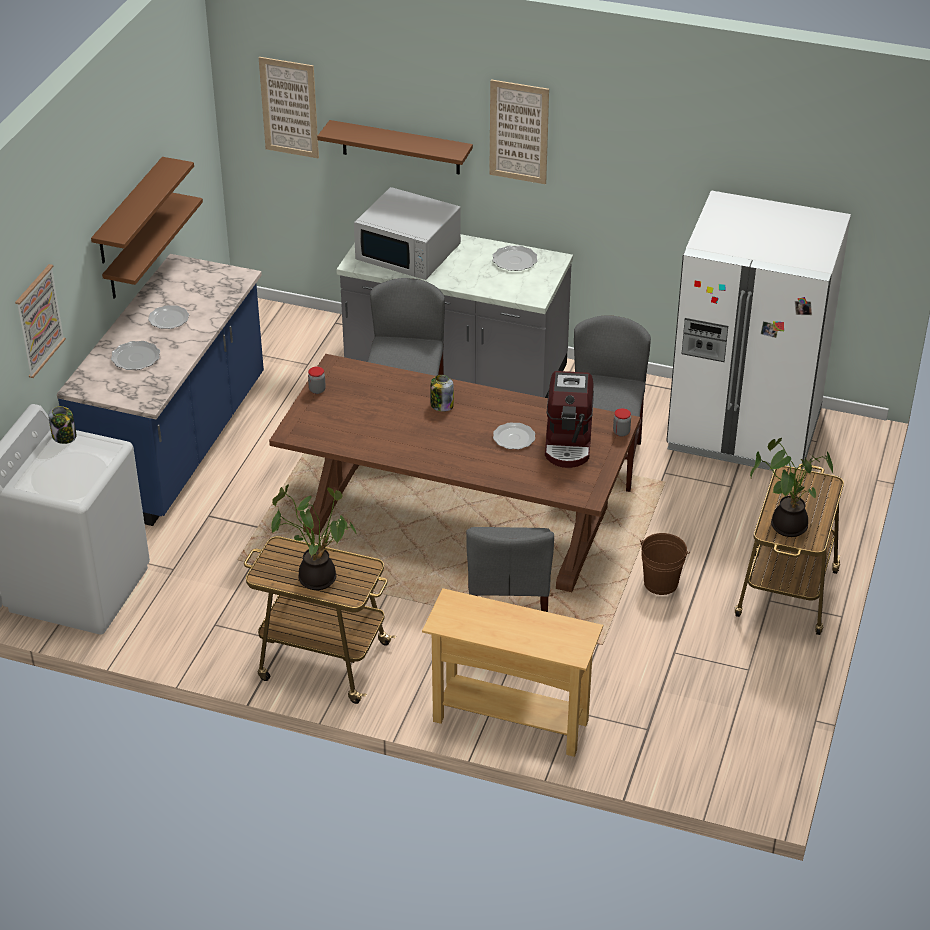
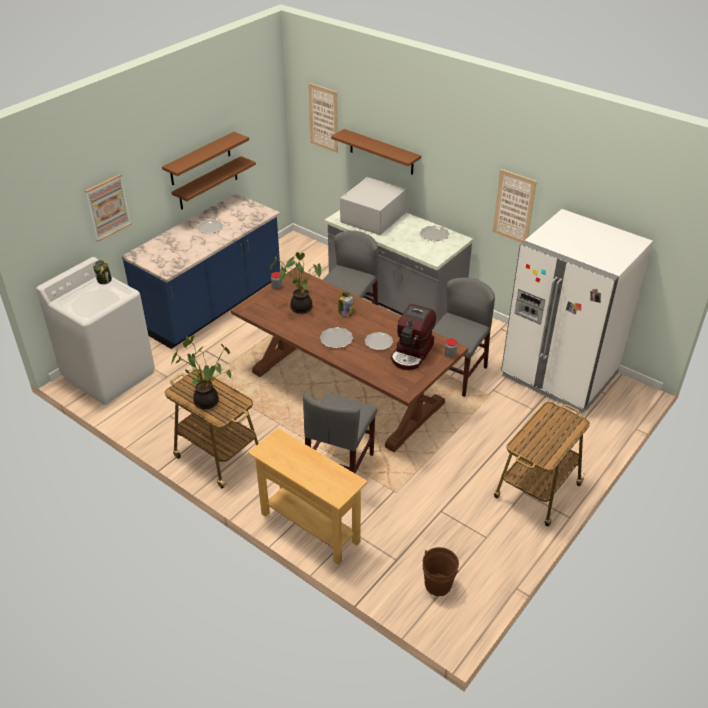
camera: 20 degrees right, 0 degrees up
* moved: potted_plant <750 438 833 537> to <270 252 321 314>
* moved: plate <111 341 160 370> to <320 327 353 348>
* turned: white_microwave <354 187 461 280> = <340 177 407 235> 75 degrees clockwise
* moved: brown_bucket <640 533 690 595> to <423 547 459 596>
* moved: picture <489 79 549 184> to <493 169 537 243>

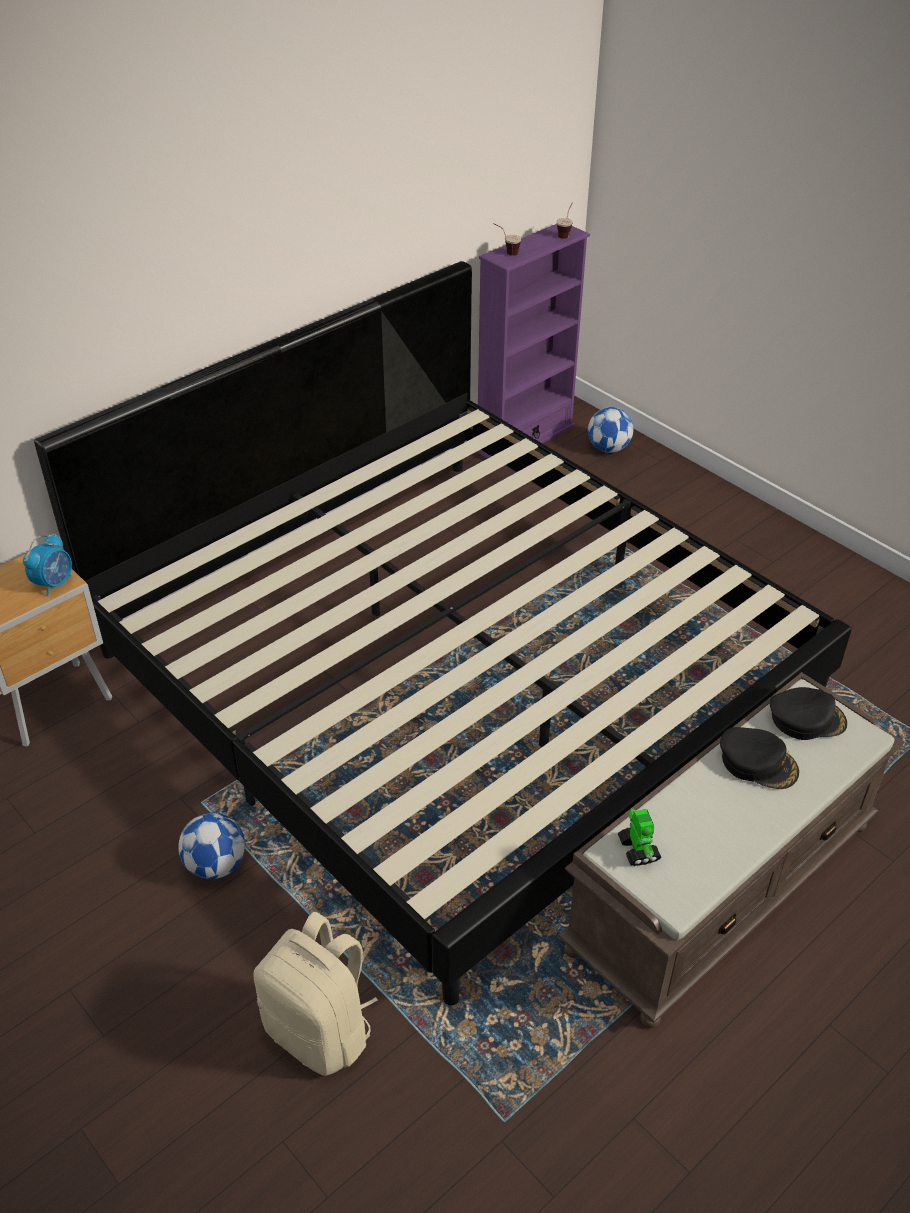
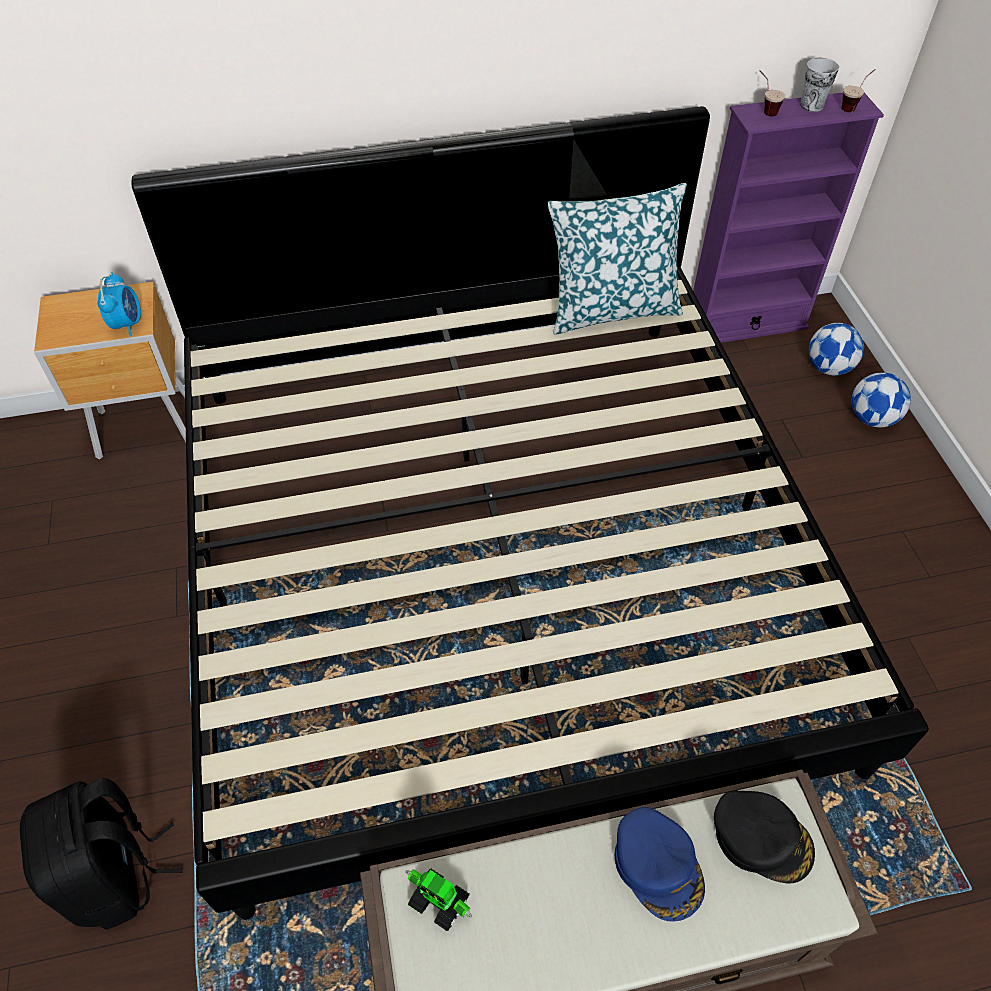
camera: 30 degrees right, 10 degrees up
* recoloured: beige_backpack <253 912 378 1076> to black_backpack <19 778 183 930>
* turned: alarm_clock <23 533 72 596> = <98 272 141 337> 60 degrees counterclockwise
* turned: toy_robot <618 808 661 866> = <405 869 472 931> 105 degrees clockwise
* added: pillow <548 183 687 334>
* recoloured: black_cap <720 727 799 789> to blue_cap <615 807 705 922>
* added: cup <800 58 839 112>
* moved: football <178 813 245 879> to <852 372 911 427>

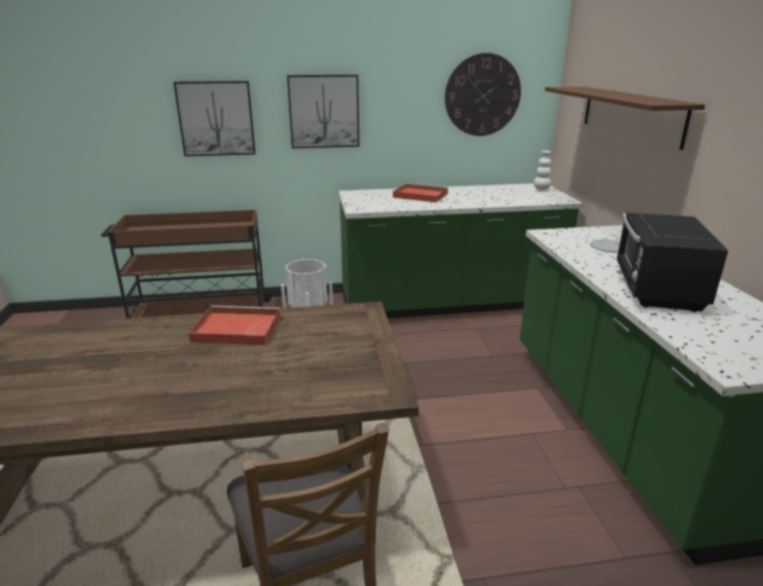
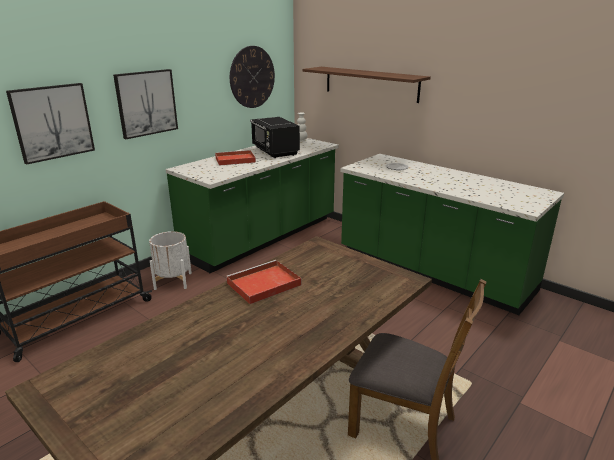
camera: 40 degrees left, 0 degrees up
* moved: black_microwave <616 213 728 312> to <250 117 300 158>

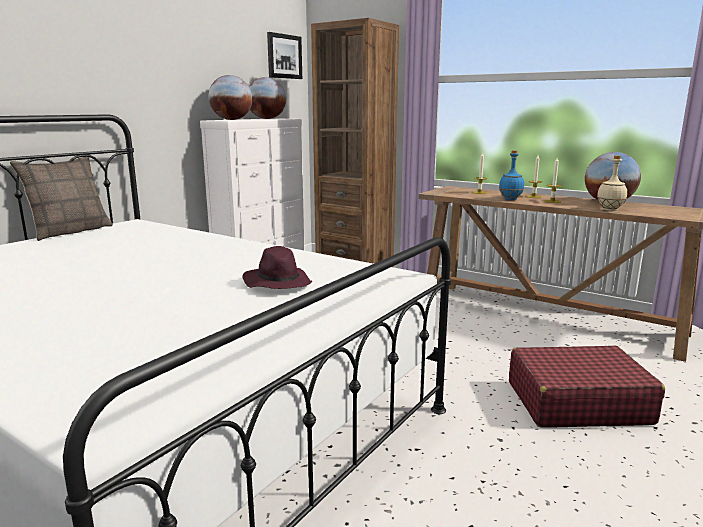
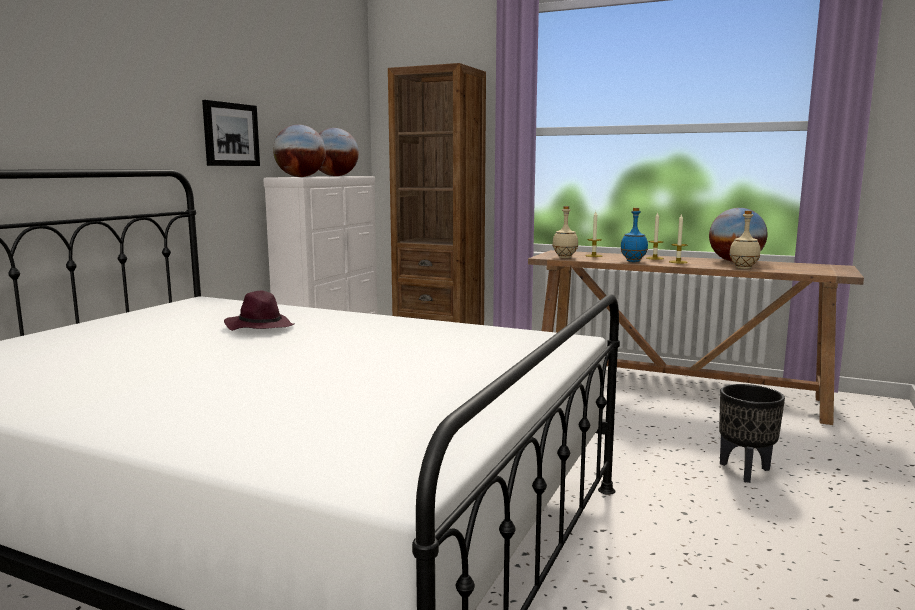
camera: 10 degrees left, 5 degrees down
* moved: picture <267 32 302 79> to <202 100 260 166>
* moved: purple_hat <242 246 312 289> to <224 291 295 331>
* added: beige_bottle <552 206 578 258>
* replaced: red_suitcase <509 346 665 427> to black_planter <719 384 785 483>
* removed: pillow <10 157 113 241>

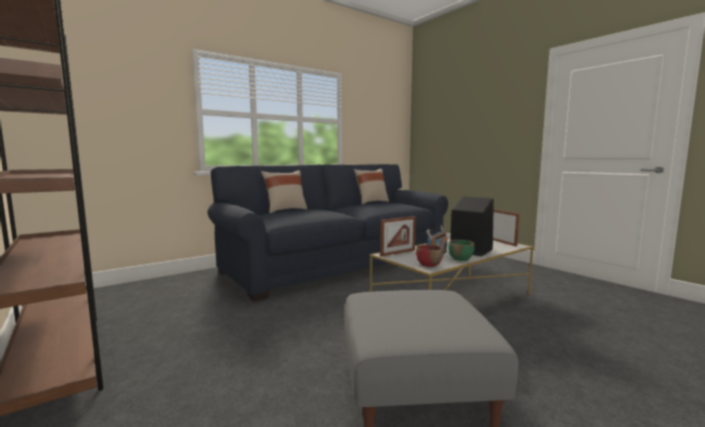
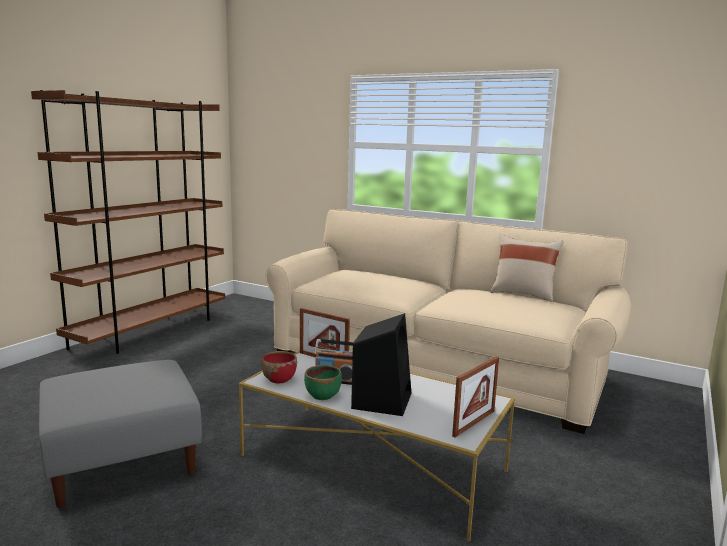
camera: 65 degrees right, 5 degrees up
* recoloured: blue_sofa <208 164 448 301> to beige_sofa <266 209 631 434>
* removed: beige_pillow <261 170 307 213>

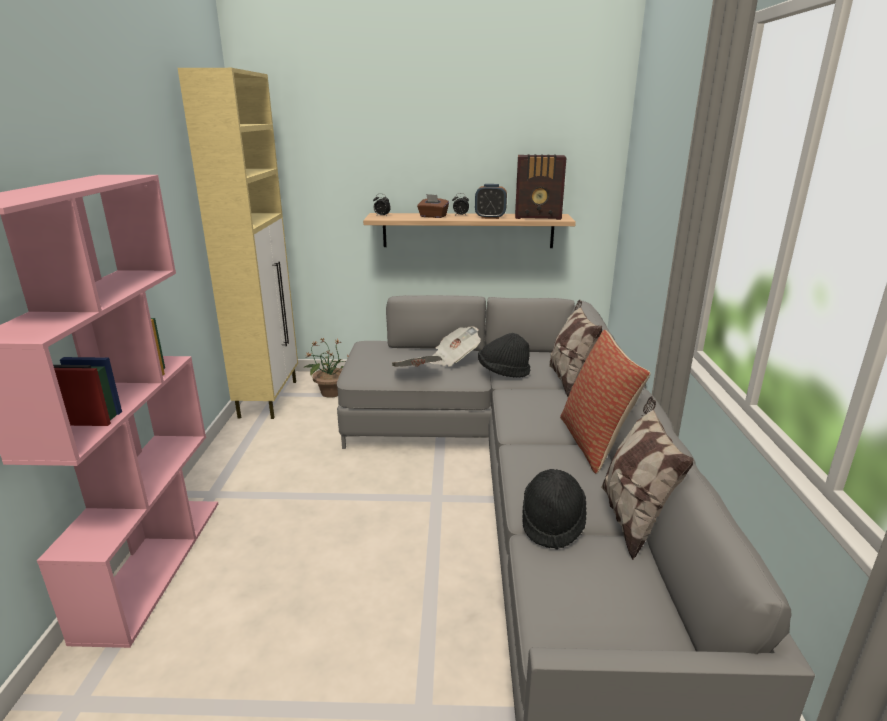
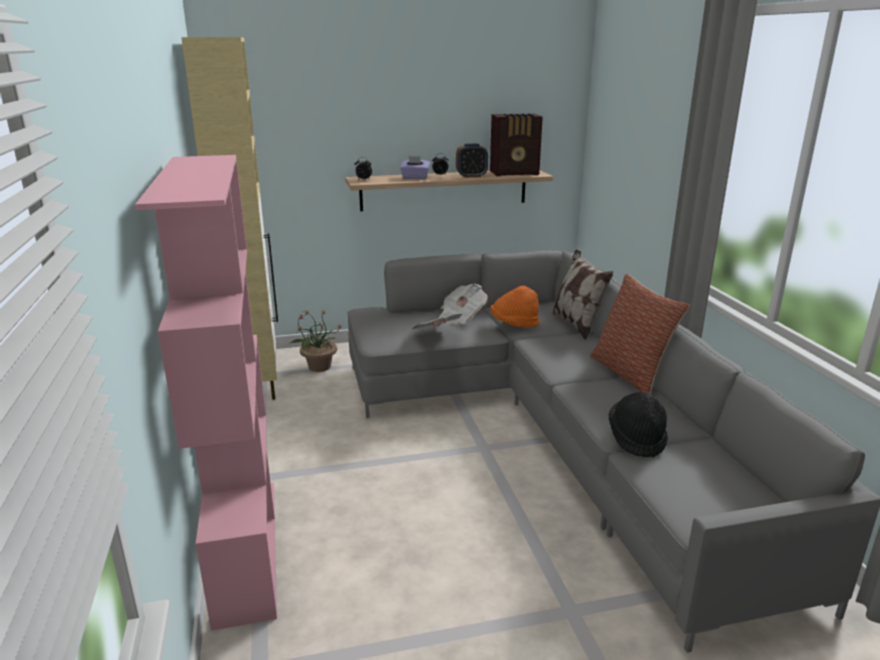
camera: 15 degrees left, 0 degrees up
* recoloured: brown_tissue_box <417 194 449 218> to purple_tissue_box <400 156 430 179>
* recoloured: black_hat <478 333 531 378> to orange_hat <490 286 540 327>
* removed: pillow <601 396 694 560>

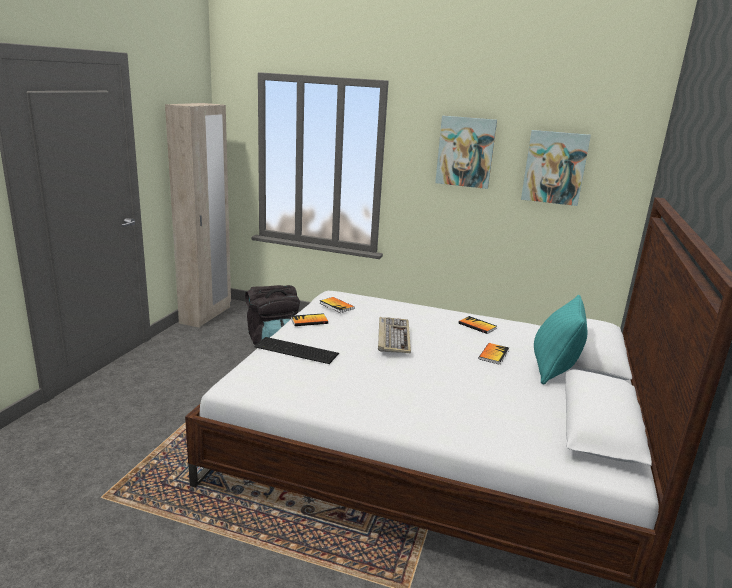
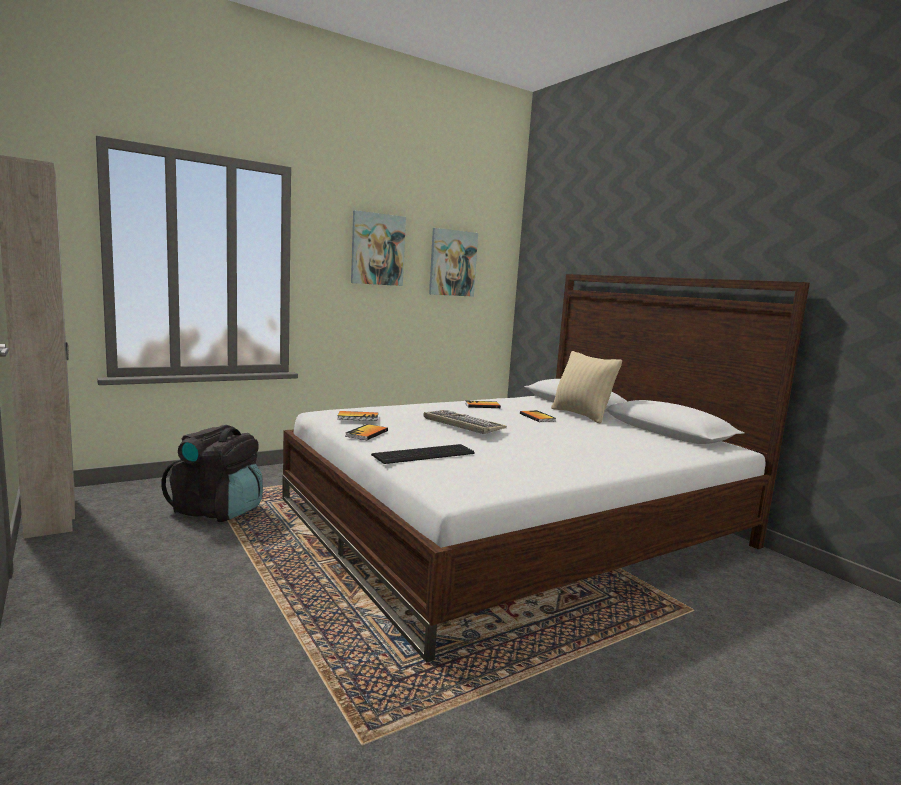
camera: 50 degrees left, 10 degrees down
* recoloured: turquoise_pillow <534 295 587 385> to beige_pillow <551 351 622 424>

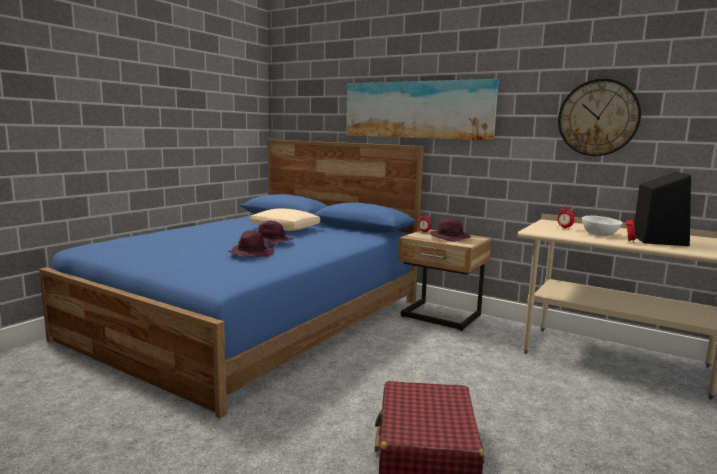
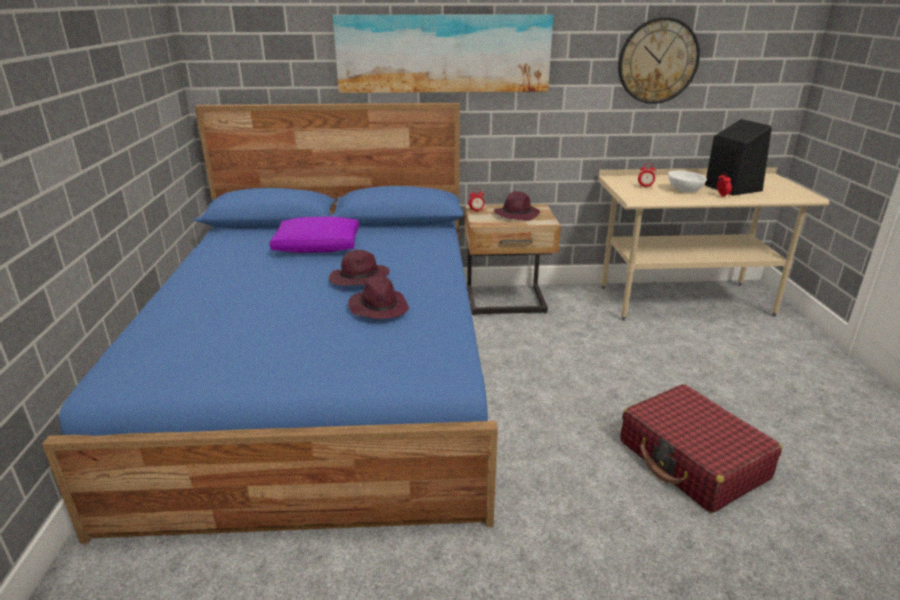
camera: 35 degrees left, 15 degrees up
* recoloured: beige_pillow <250 208 320 231> to purple_pillow <270 216 359 253>

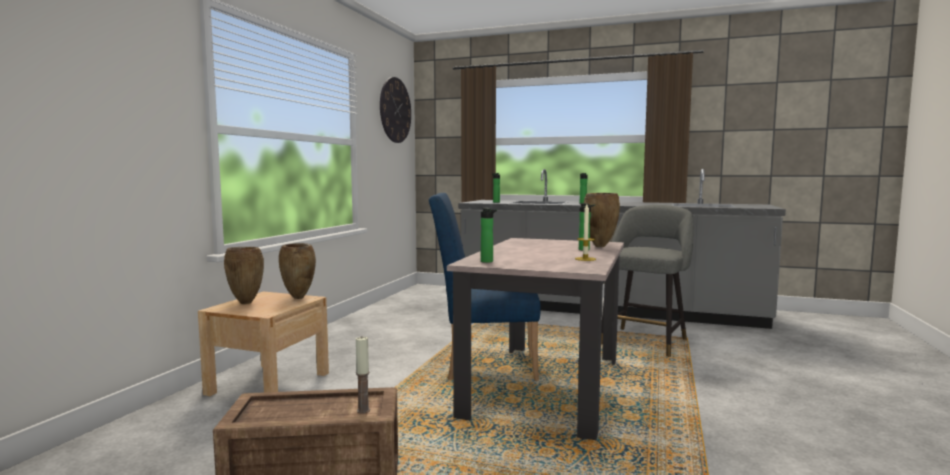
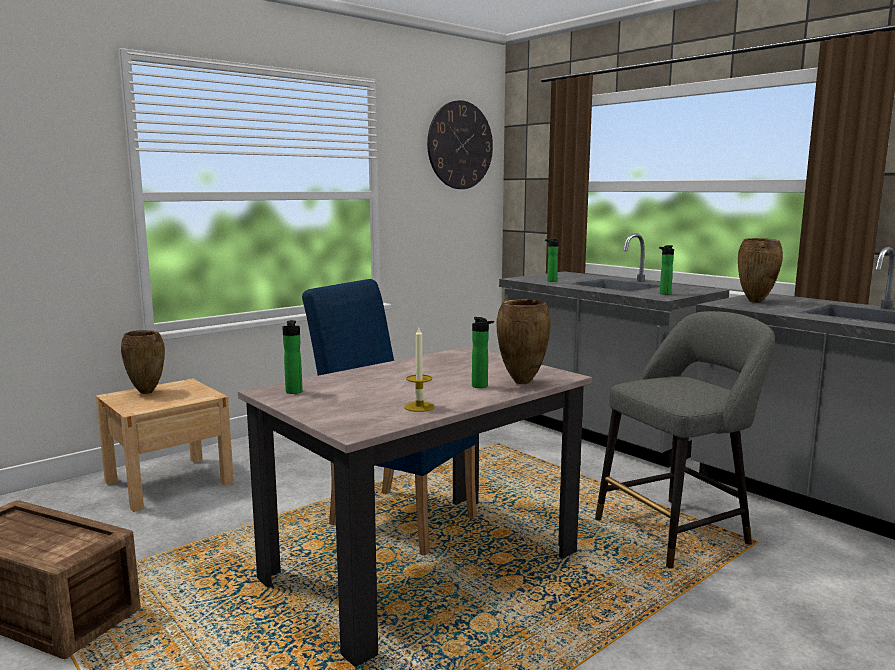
camera: 30 degrees right, 5 degrees up
* moved: brown_vase <279 243 316 299> to <738 238 783 303>
* removed: candle <356 337 370 414>

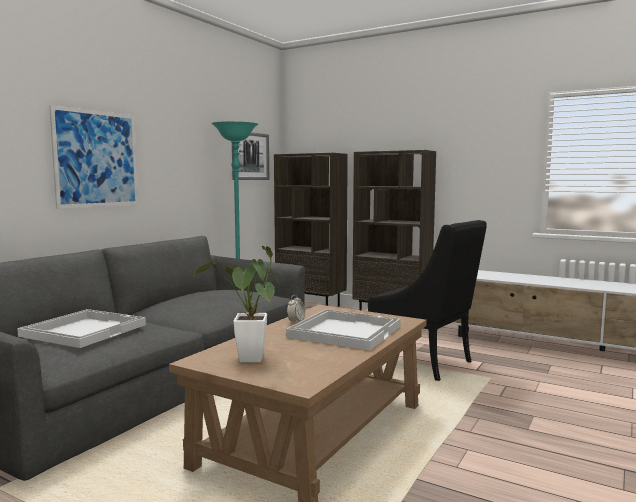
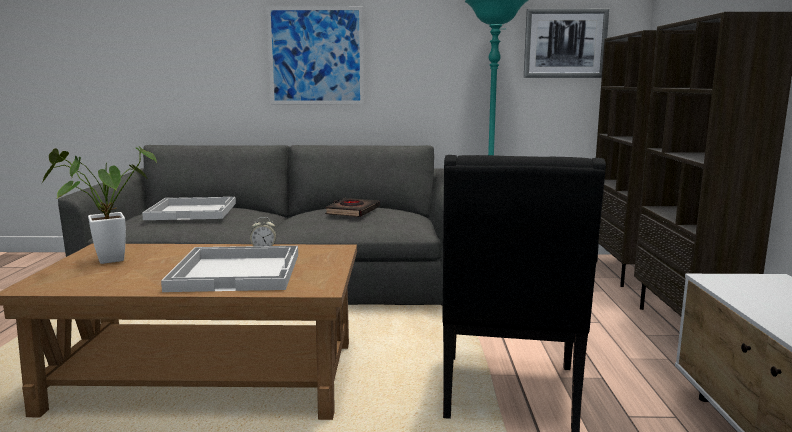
camera: 60 degrees right, 5 degrees up
* added: black_book <325 198 380 217>

